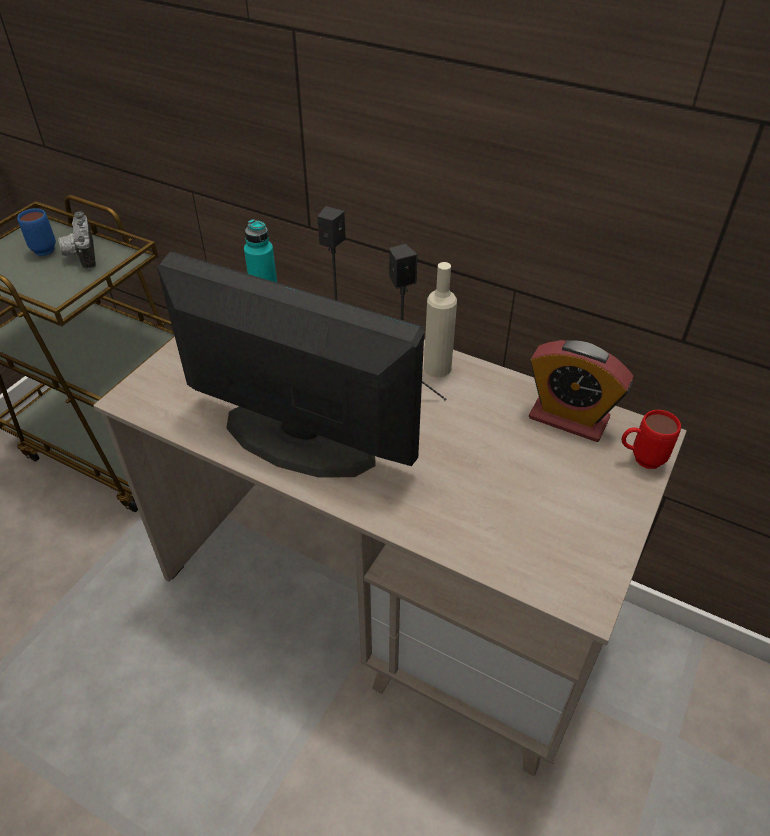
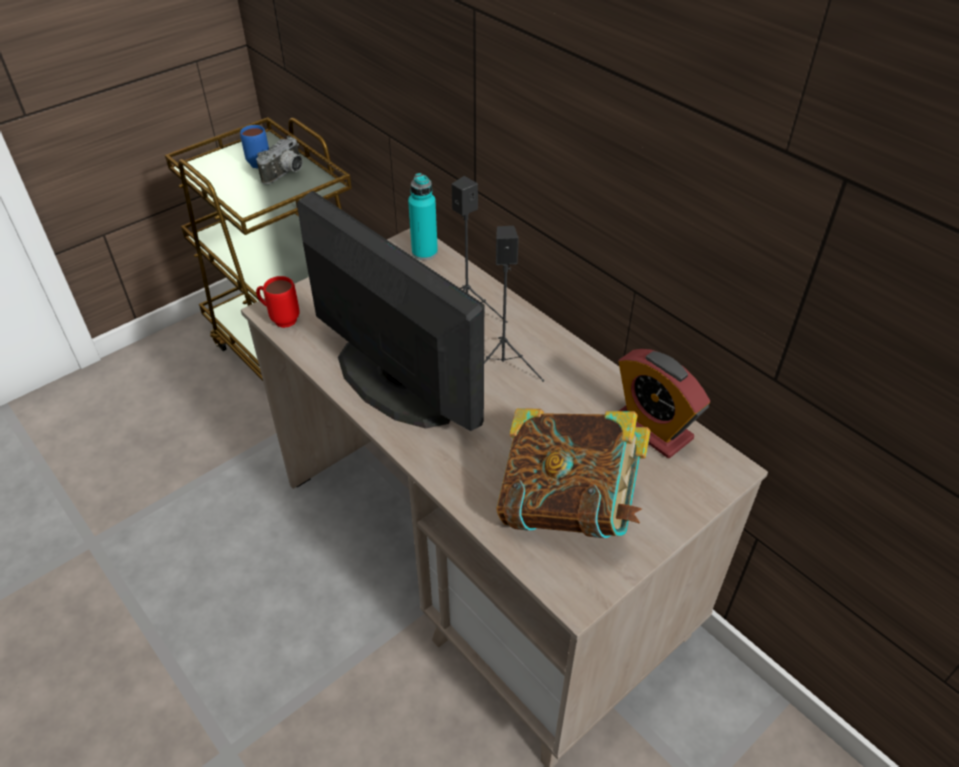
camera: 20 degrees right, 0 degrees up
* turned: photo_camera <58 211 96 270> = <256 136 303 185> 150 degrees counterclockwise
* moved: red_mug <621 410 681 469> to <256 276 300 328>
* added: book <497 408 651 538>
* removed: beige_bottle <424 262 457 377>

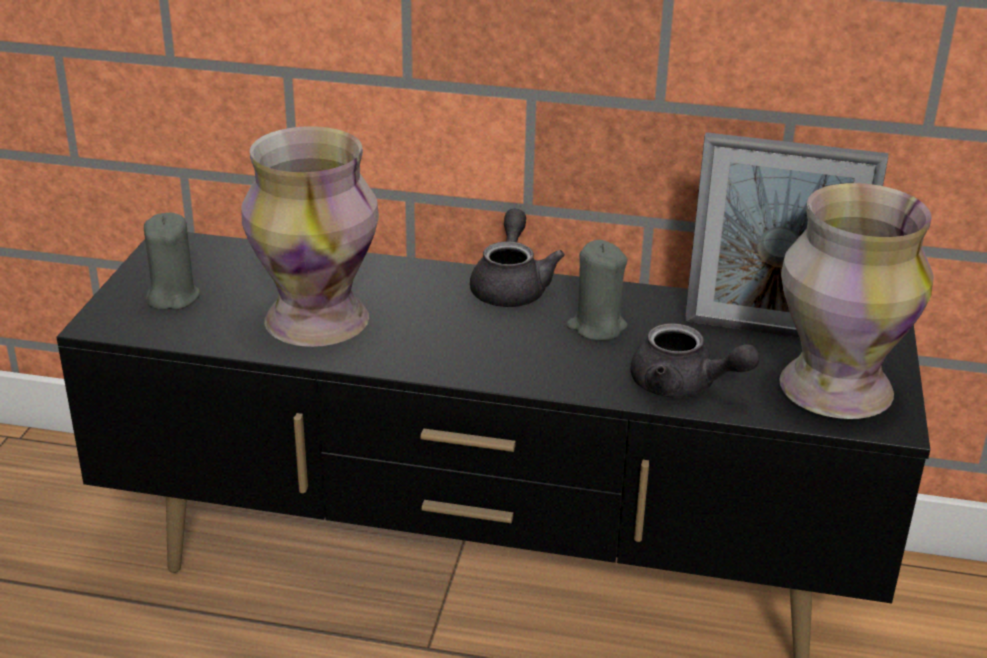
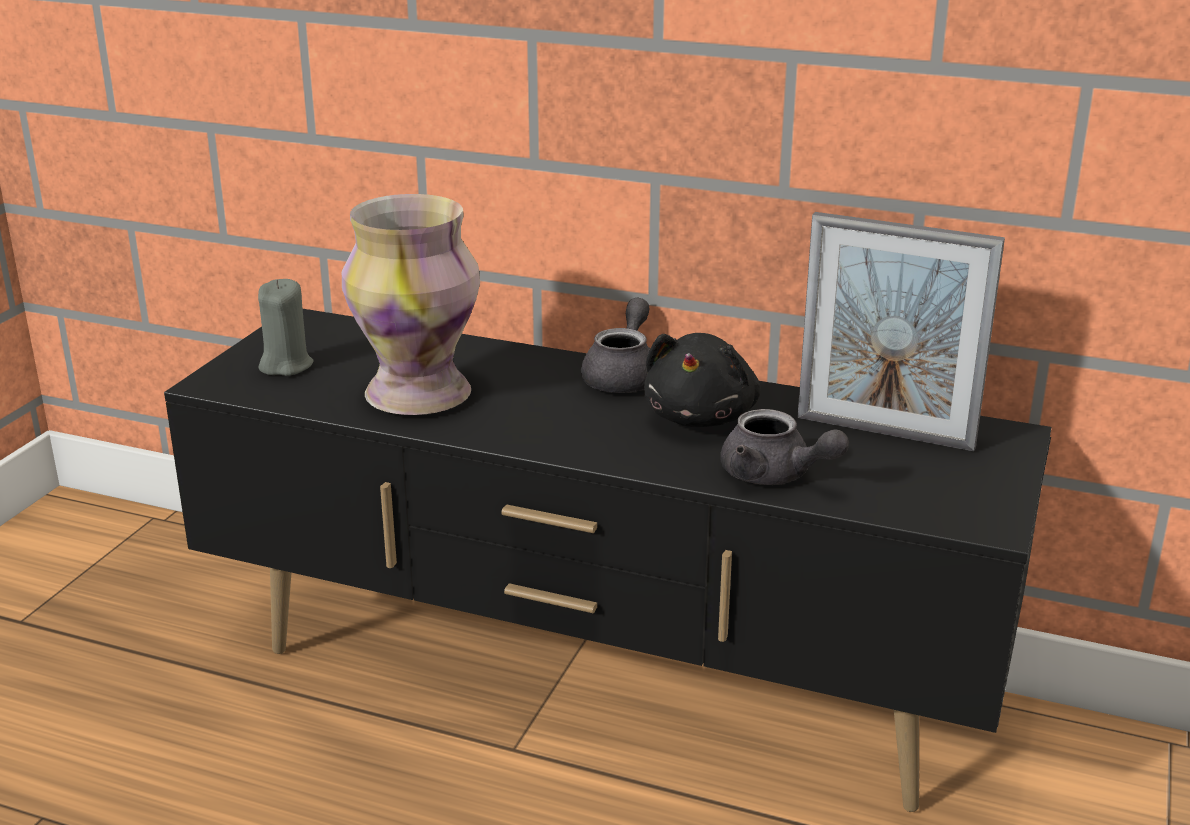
camera: 10 degrees right, 5 degrees down
* replaced: grey_candle <566 240 628 341> to black_plush_toy <644 333 761 427>
* removed: vase <779 183 934 419>

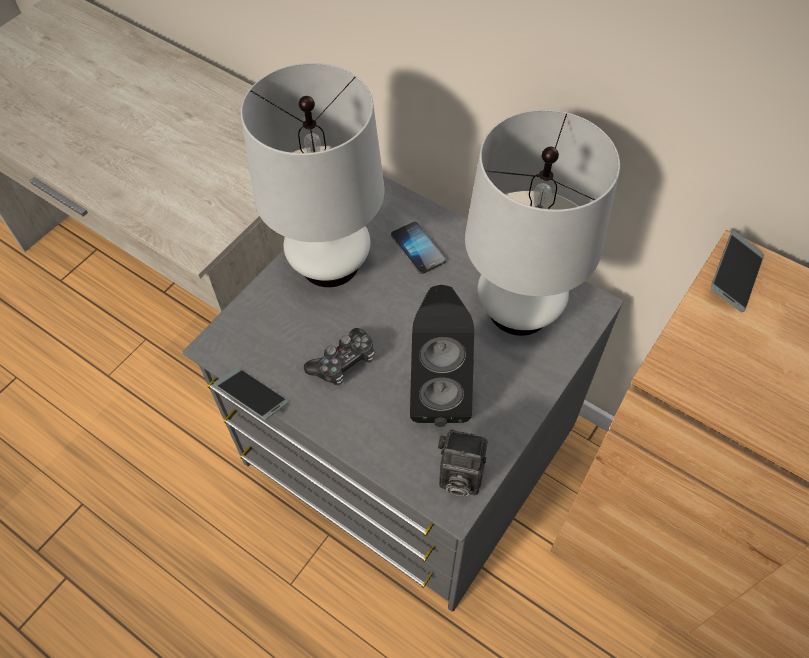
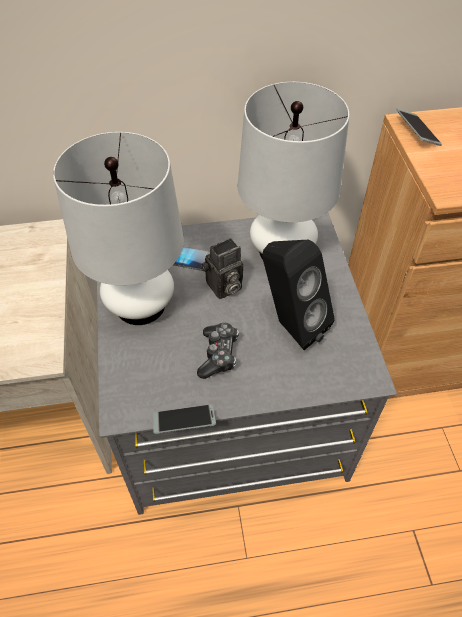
camera: 45 degrees left, 5 degrees down
* moved: photo_camera <438 429 488 497> to <202 238 243 299>

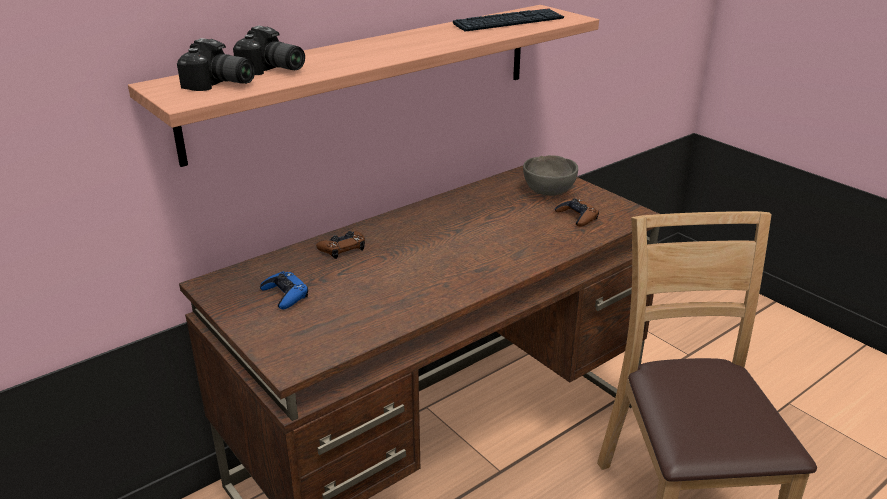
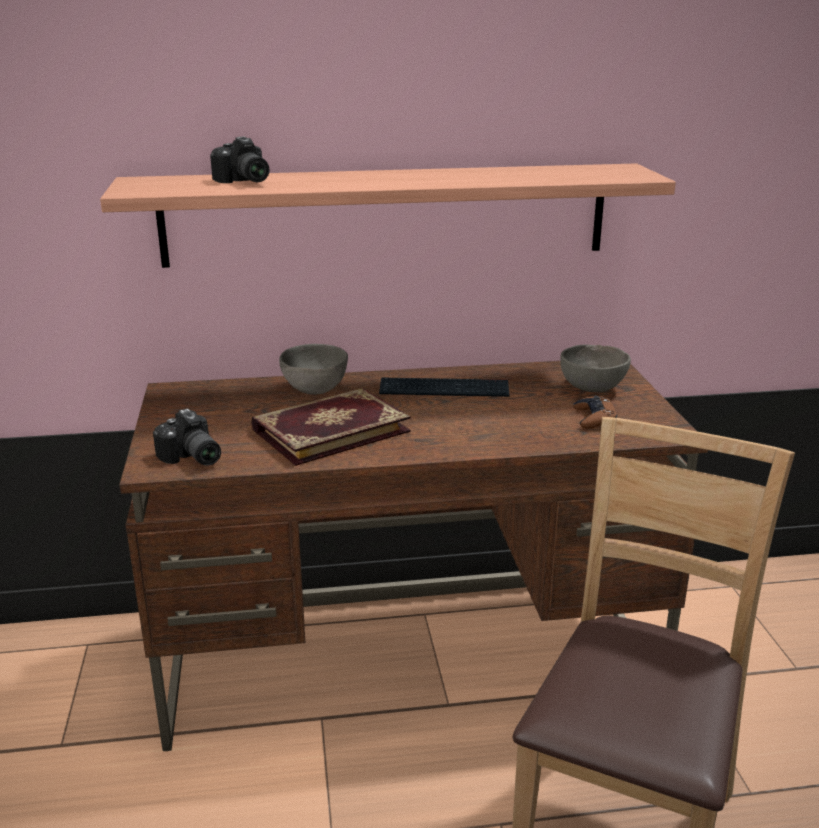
camera: 30 degrees right, 5 degrees down
* moved: photo_camera <177 38 255 91> to <153 408 221 466>
* added: book <252 388 410 466>
* replaced: brown_game_controller <316 231 365 259> to grey_bowl <279 344 348 394>
* moved: keyboard <453 8 564 32> to <379 378 509 397>
* removed: blue_game_controller <260 271 308 310>

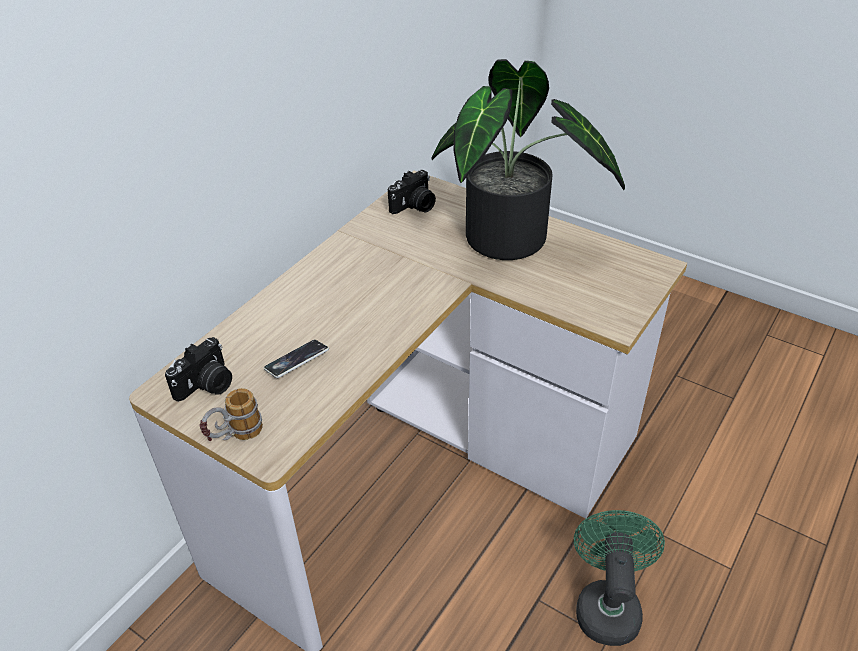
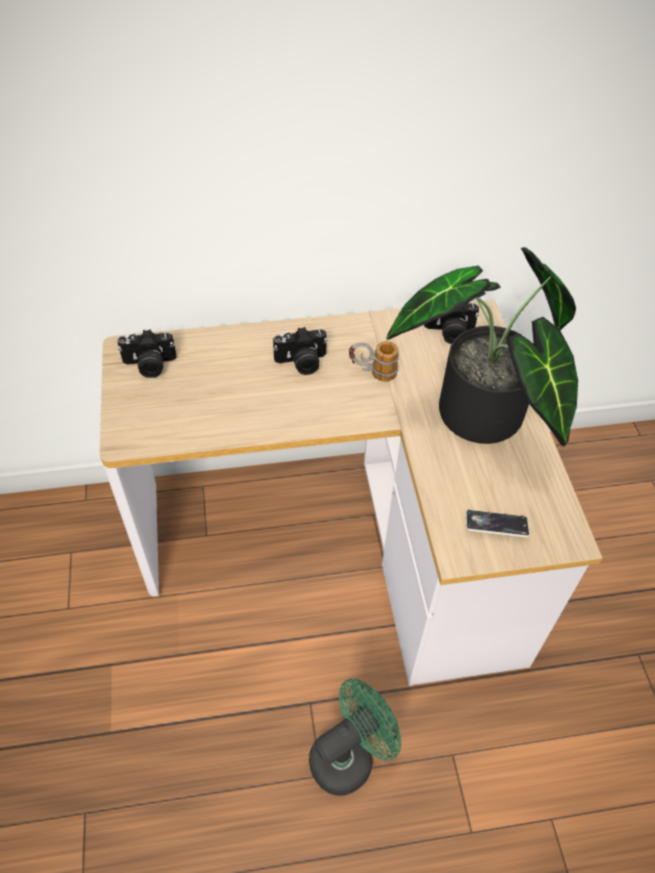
camera: 45 degrees right, 10 degrees up
* added: photo_camera <273 327 328 375>
* moved: mug <199 388 263 441> to <349 341 399 382>
* moved: phone <264 339 329 378> to <465 510 530 537>

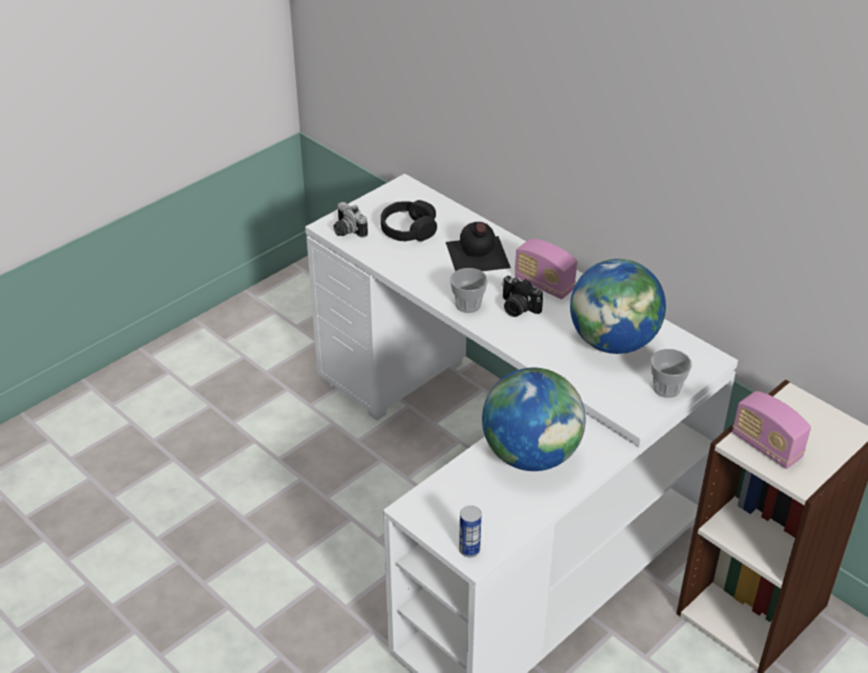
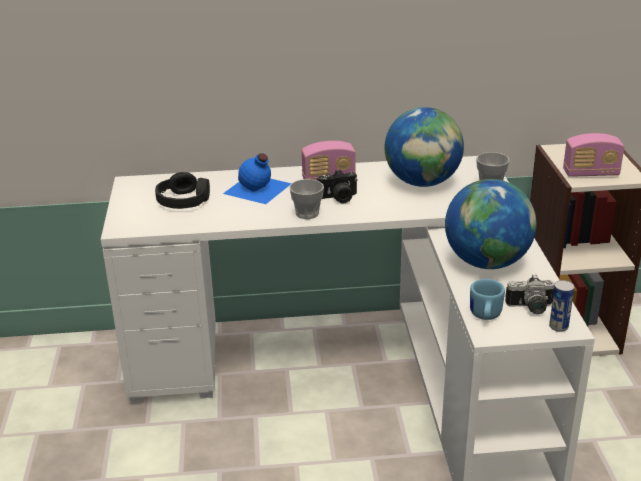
camera: 50 degrees left, 10 degrees down
* recoloured: black_bottle <446 222 511 271> to blue_bottle <223 153 292 204>
* added: blue_mug <470 279 505 320>
* moved: photo_camera <333 202 368 238> to <505 274 555 314>

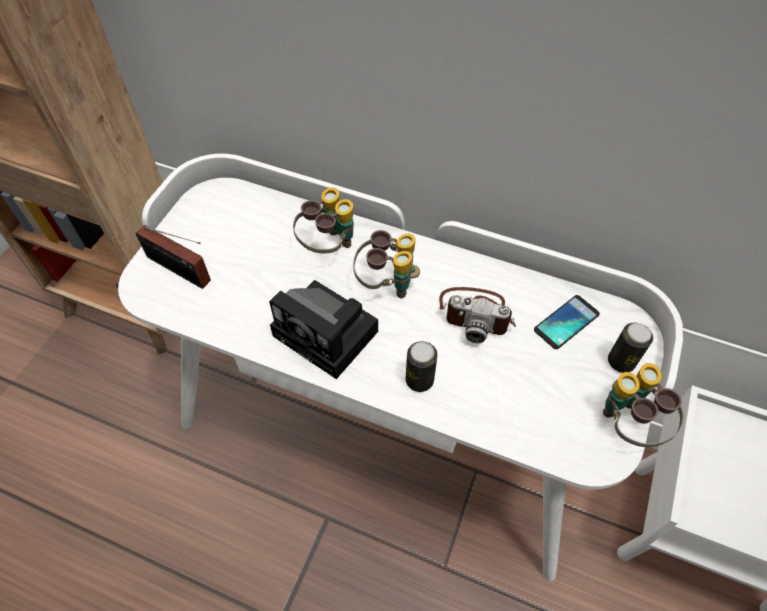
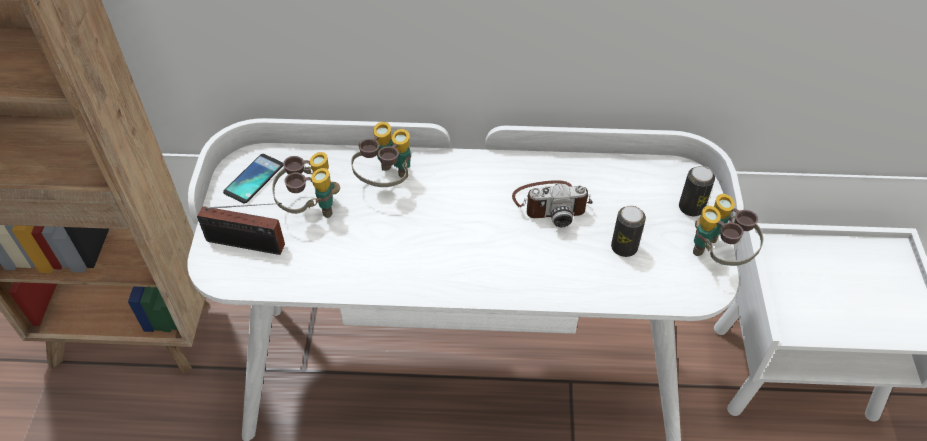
camera: 20 degrees left, 5 degrees down
* moved: phone <534 295 600 349> to <223 154 283 204>
* moved: binoculars <353 230 420 298> to <272 152 340 218>
* moved: can <406 341 437 392> to <611 206 646 257>
* removed: photo_camera <269 280 378 379>

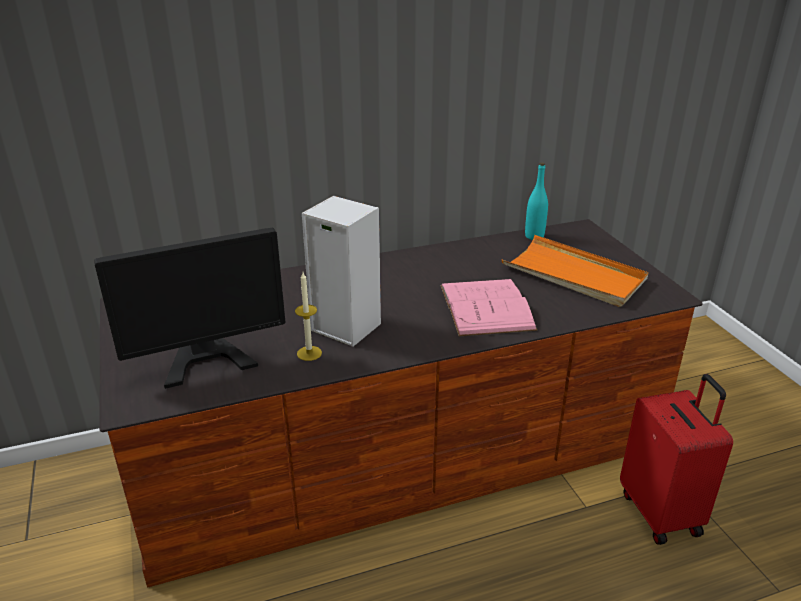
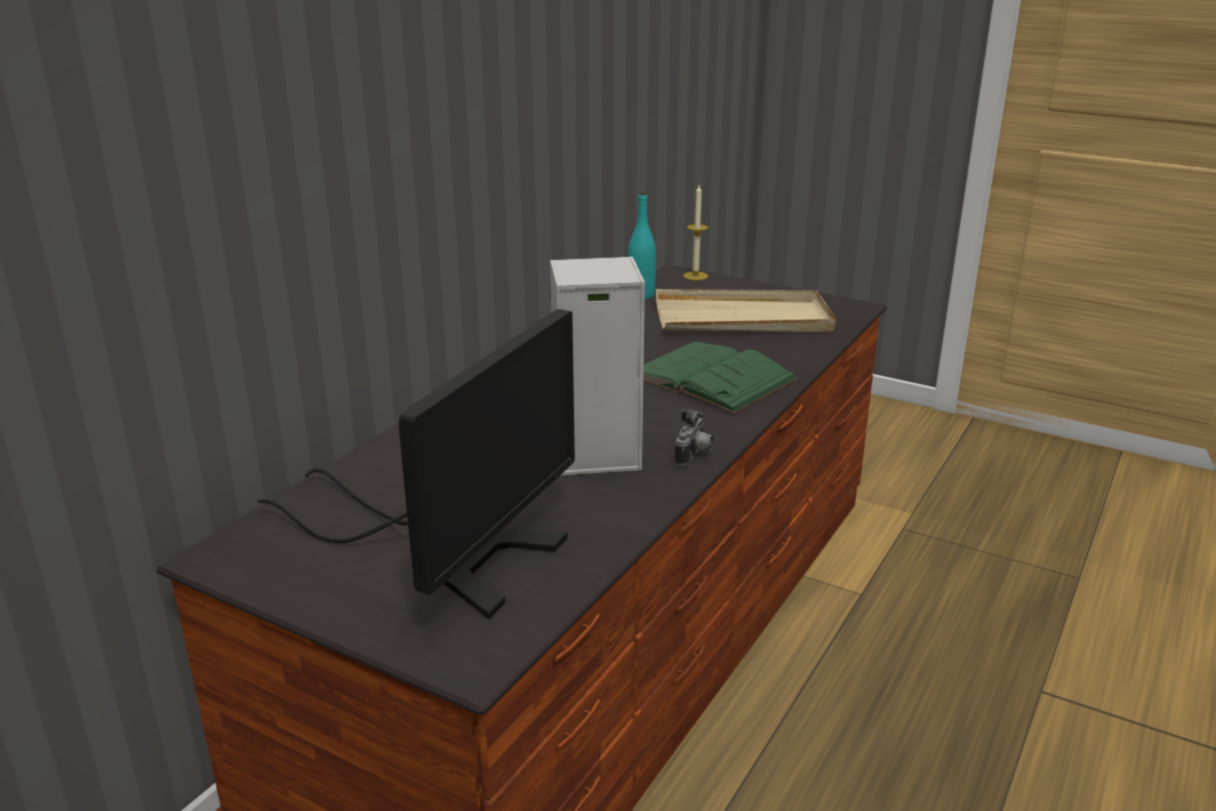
camera: 40 degrees left, 5 degrees down
* recoloured: pink_book <440 279 537 336> to green_book <643 341 798 414>
* recoloured: orange_tray <502 235 649 307> to beige_tray <656 289 836 333>
* added: photo_camera <675 409 713 466>
* moved: candle <295 272 322 361> to <683 185 708 280>
* removed: red_suitcase <620 374 733 545>

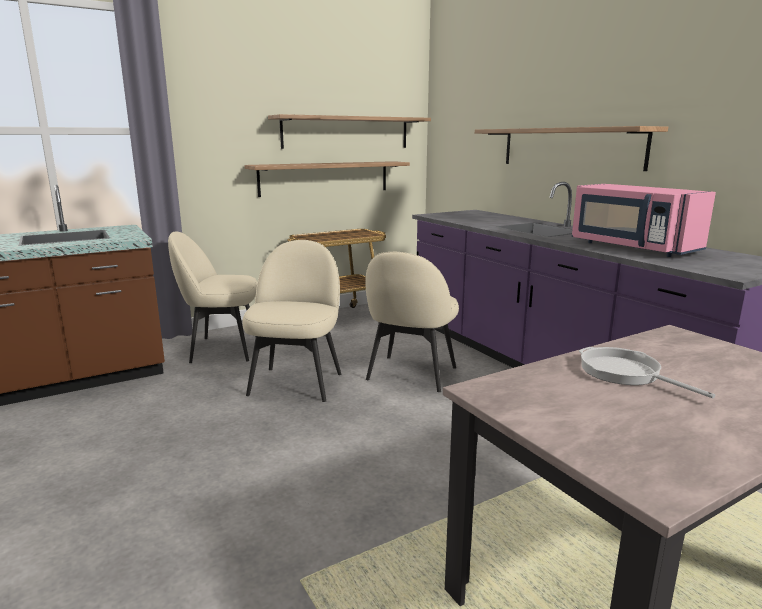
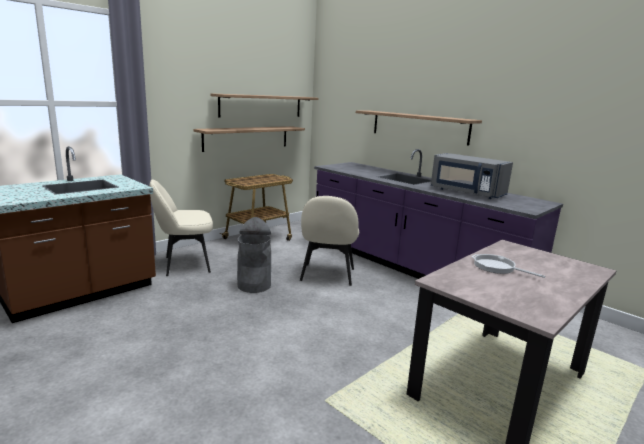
camera: 15 degrees left, 0 degrees up
* replaced: beige_chair <242 240 342 402> to grey_trash_can <237 217 271 293>
* recoloured: pink_microwave <572 184 716 257> to grey_microwave <431 153 513 199>

